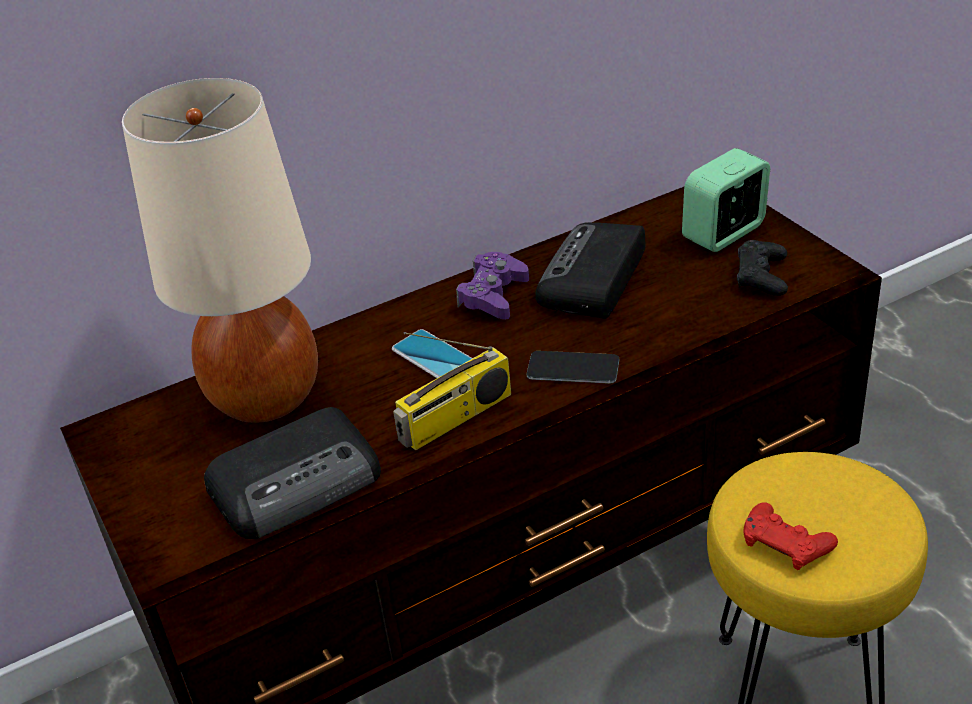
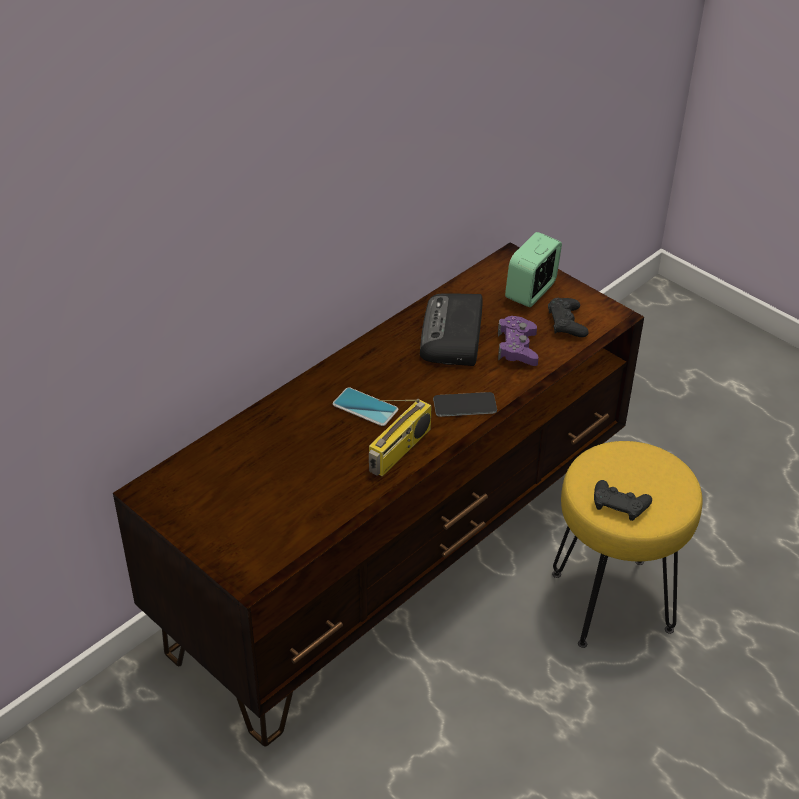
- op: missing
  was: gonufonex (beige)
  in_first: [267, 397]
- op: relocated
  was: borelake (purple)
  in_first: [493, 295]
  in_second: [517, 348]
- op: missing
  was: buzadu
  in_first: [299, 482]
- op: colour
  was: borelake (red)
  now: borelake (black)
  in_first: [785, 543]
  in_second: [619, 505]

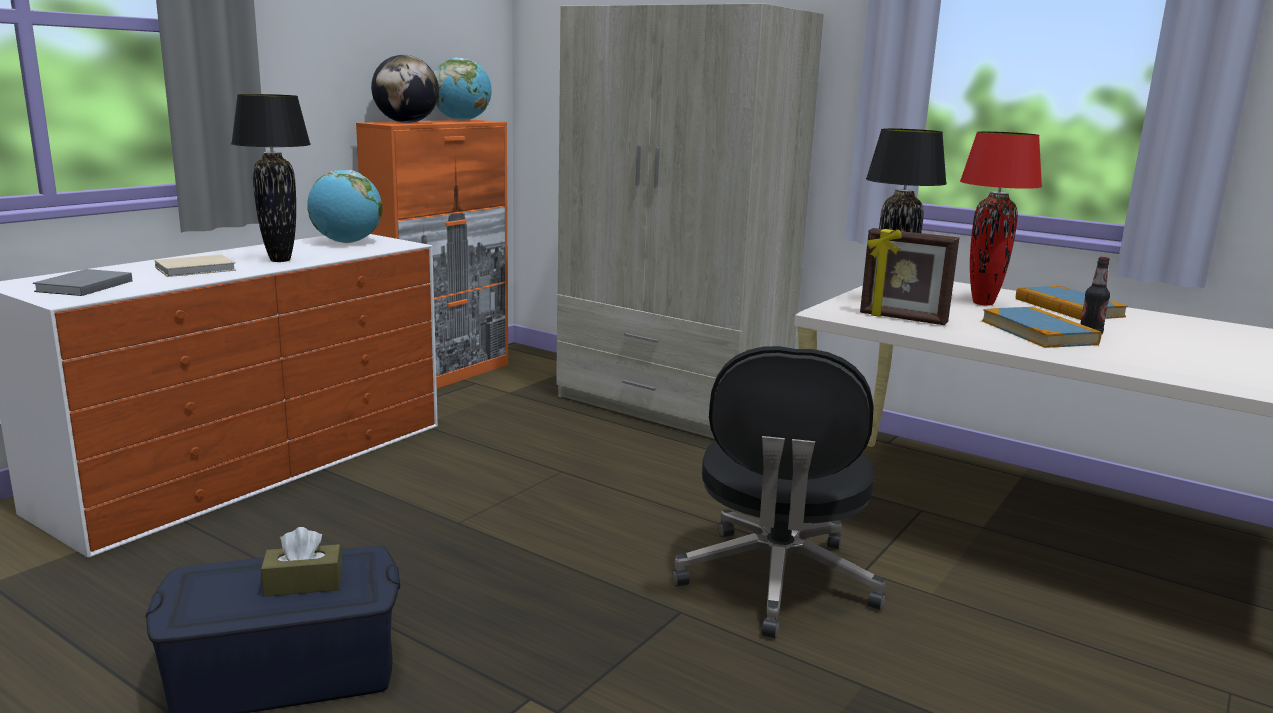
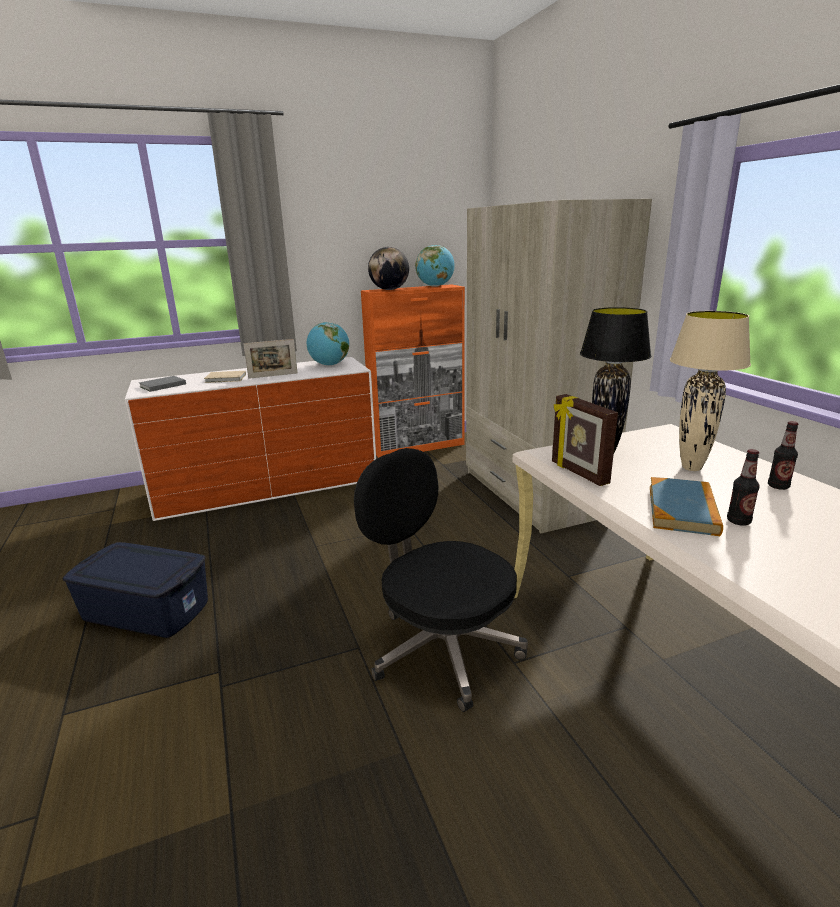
- op: exchanged
  was: gonufonex (black)
  now: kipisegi
  in_first: [280, 260]
  in_second: [273, 375]
- op: colour
  was: gonufonex (red)
  now: gonufonex (beige)
  in_first: [982, 303]
  in_second: [691, 468]
- op: exchanged
  was: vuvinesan
  now: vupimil
  in_first: [1068, 307]
  in_second: [778, 486]
- op: spun
  was: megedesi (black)
  in_first: [776, 582]
  in_second: [442, 648]
  clockwise: 90
- op: missing
  was: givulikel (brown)
  in_first: [303, 583]

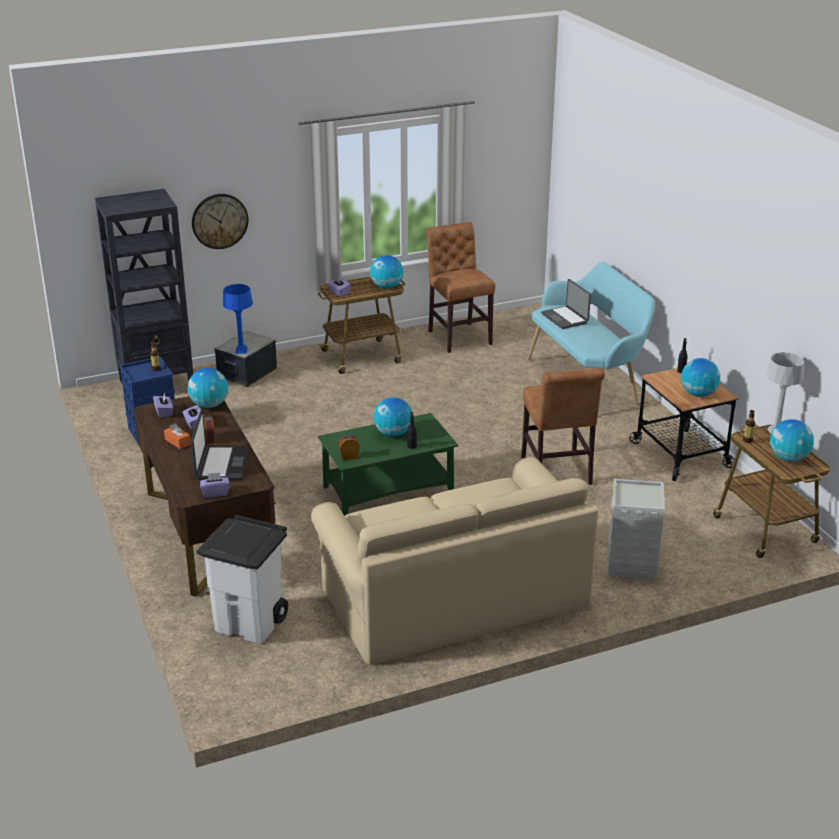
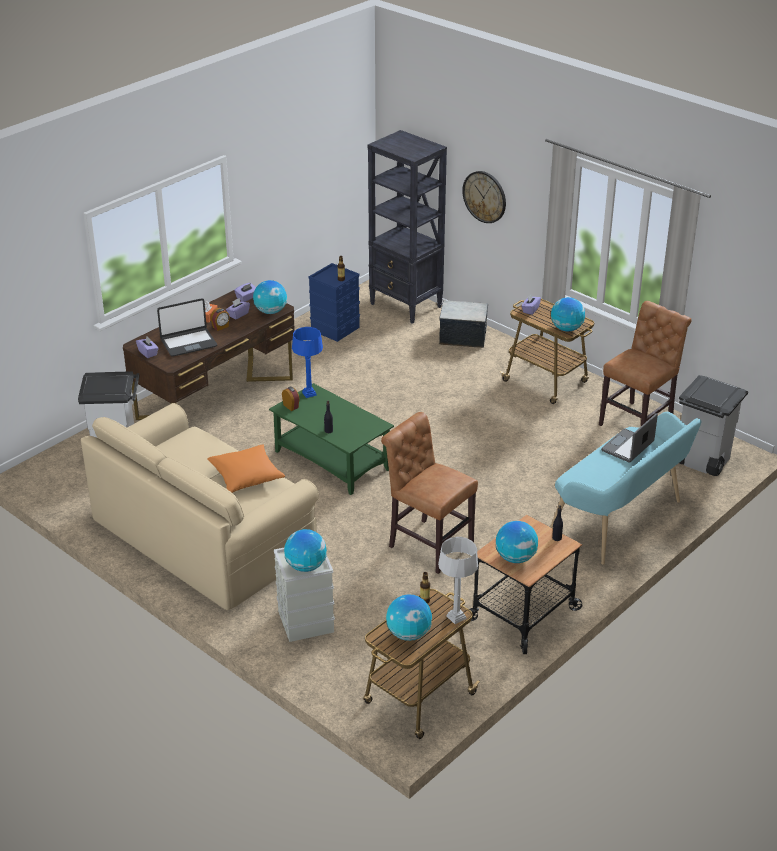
- op: relocated
  was: gonufonex (blue)
  in_first: [241, 351]
  in_second: [309, 393]
- op: spun
  was: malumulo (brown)
  in_first: [557, 473]
  in_second: [427, 544]
  clockwise: 75
- op: relocated
  was: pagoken
  in_first: [393, 433]
  in_second: [305, 566]
- op: appeared
  now: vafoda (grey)
  in_second: [701, 461]
- op: appeared
  now: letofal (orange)
  in_second: [246, 476]

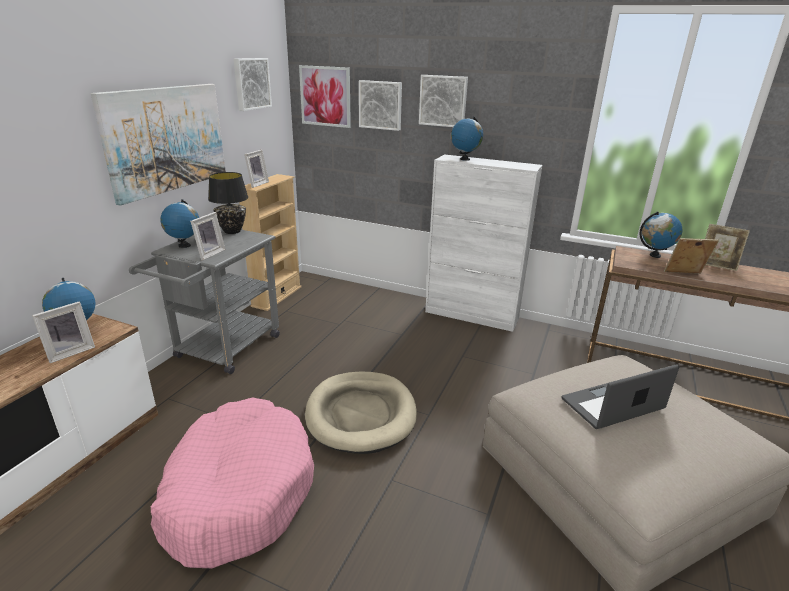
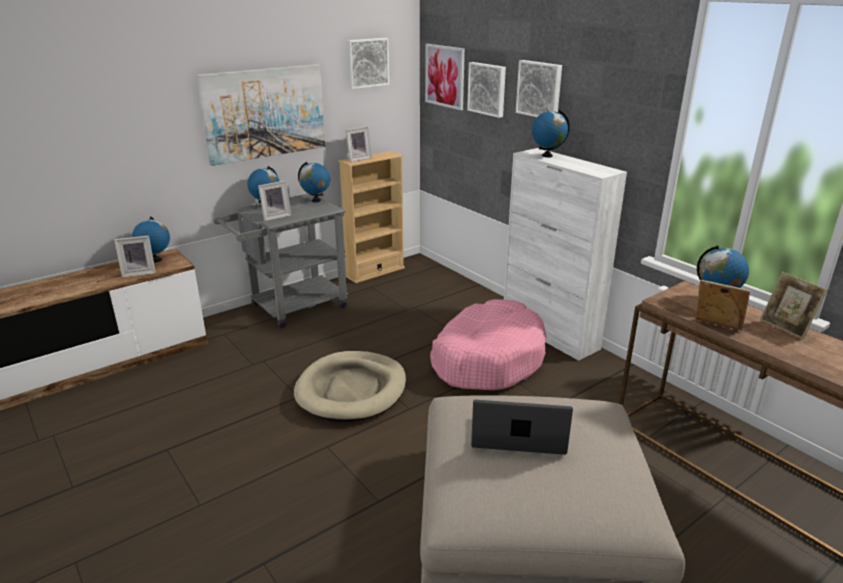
- op: exchanged
  was: gonufonex (black)
  now: pagoken
  in_first: [233, 231]
  in_second: [316, 200]
- op: relocated
  was: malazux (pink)
  in_first: [238, 491]
  in_second: [487, 359]

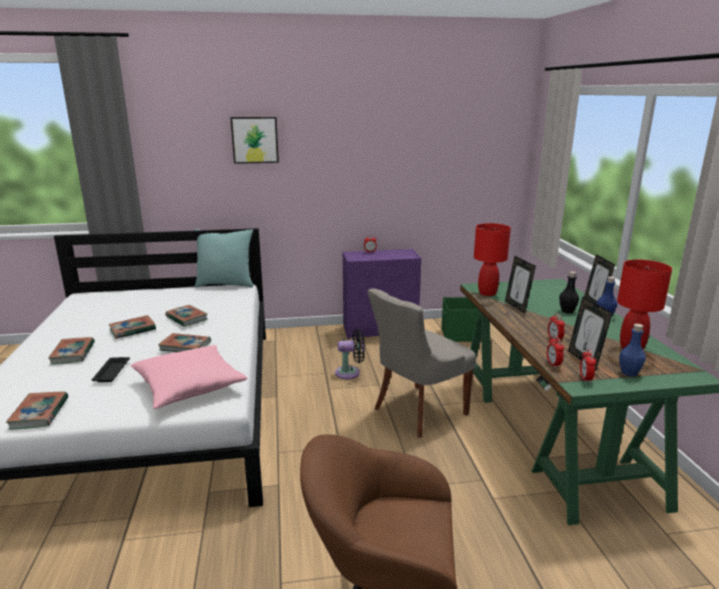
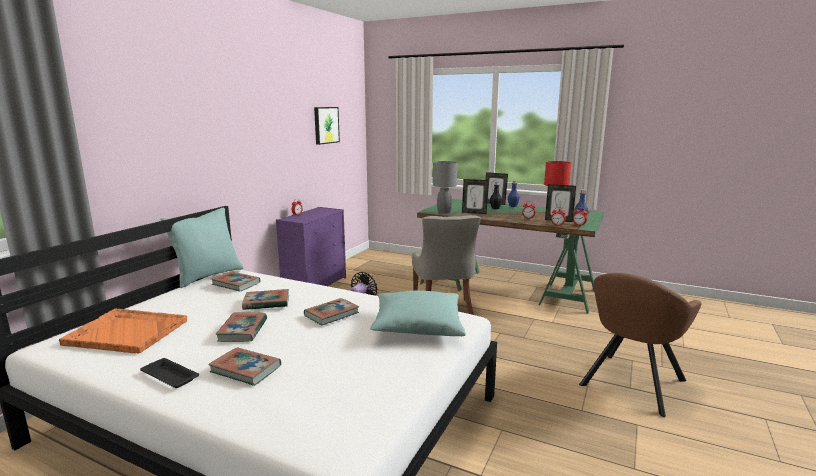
- op: relocated
  was: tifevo
  in_first: [255, 140]
  in_second: [325, 125]
- op: colour
  was: gonufonex (red)
  now: gonufonex (grey)
  in_first: [487, 293]
  in_second: [444, 212]
- op: missing
  was: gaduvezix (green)
  in_first: [458, 335]
- op: colour
  was: letofal (pink)
  now: letofal (turquoise)
  in_first: [189, 387]
  in_second: [417, 326]
- op: relocated
  was: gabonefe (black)
  in_first: [112, 372]
  in_second: [169, 376]
- op: relocated
  was: vuvinesan
  in_first: [39, 413]
  in_second: [236, 284]
- op: appeared
  now: gabonefe (orange)
  in_second: [126, 332]

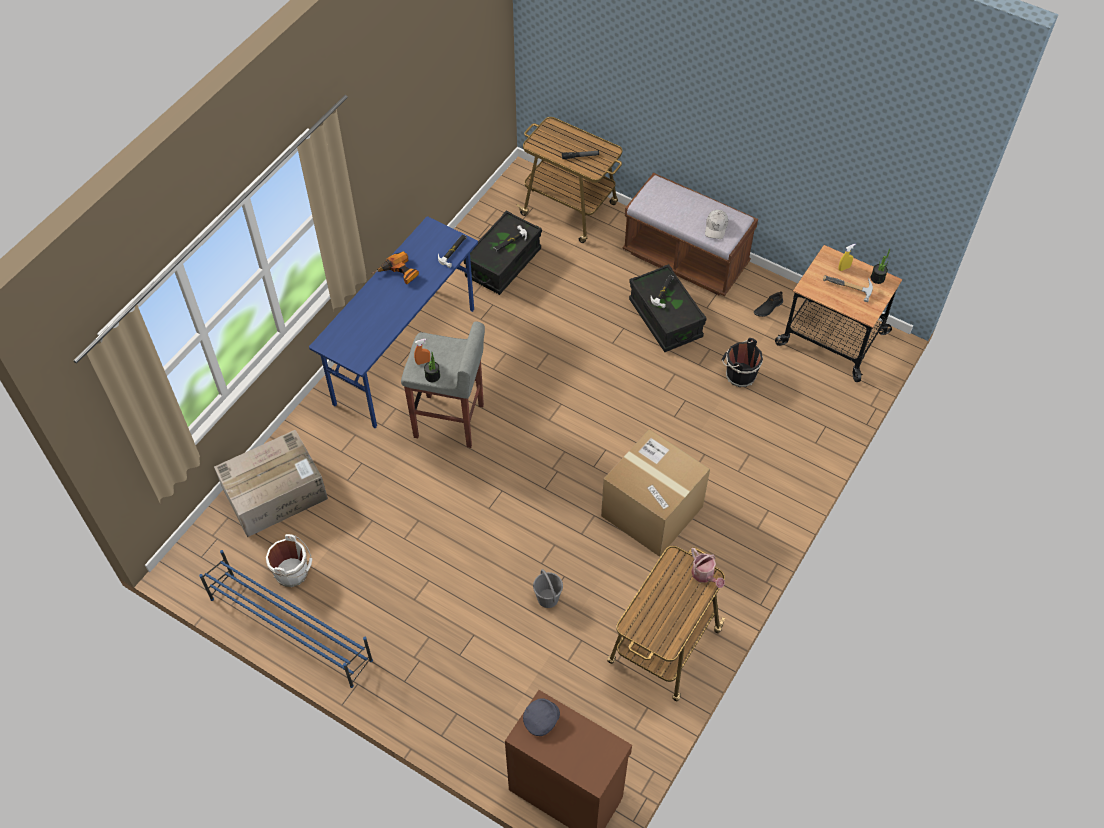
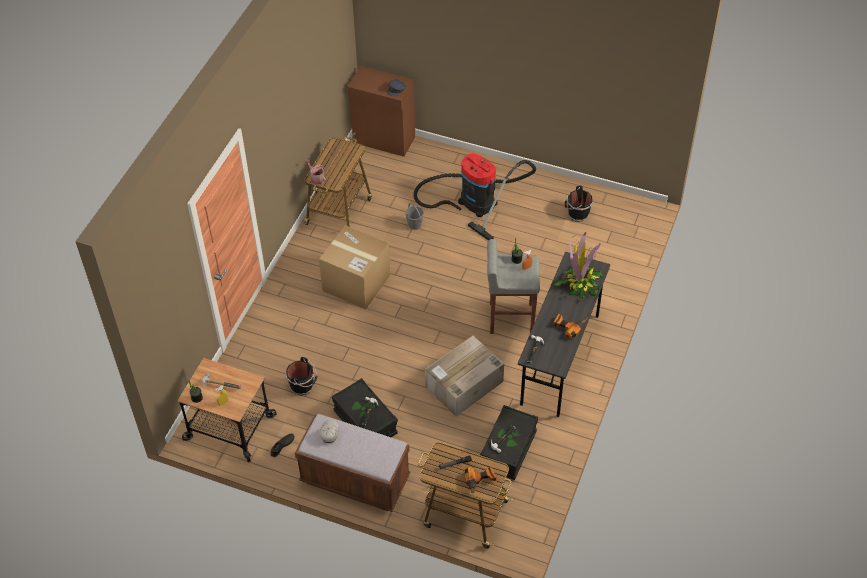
- op: colour
  was: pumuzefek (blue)
  now: pumuzefek (grey)
  in_first: [405, 356]
  in_second: [560, 360]
- op: relocated
  was: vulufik
  in_first: [276, 493]
  in_second: [463, 385]
- op: colour
  was: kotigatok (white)
  now: kotigatok (black)
  in_first: [293, 572]
  in_second: [577, 214]
- op: missing
  was: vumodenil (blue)
  in_first: [290, 628]
- op: appeared
  now: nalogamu
  in_second: [473, 201]
- op: appeared
  now: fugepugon
  in_second: [579, 284]
- op: appeared
  now: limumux
  in_second: [480, 482]

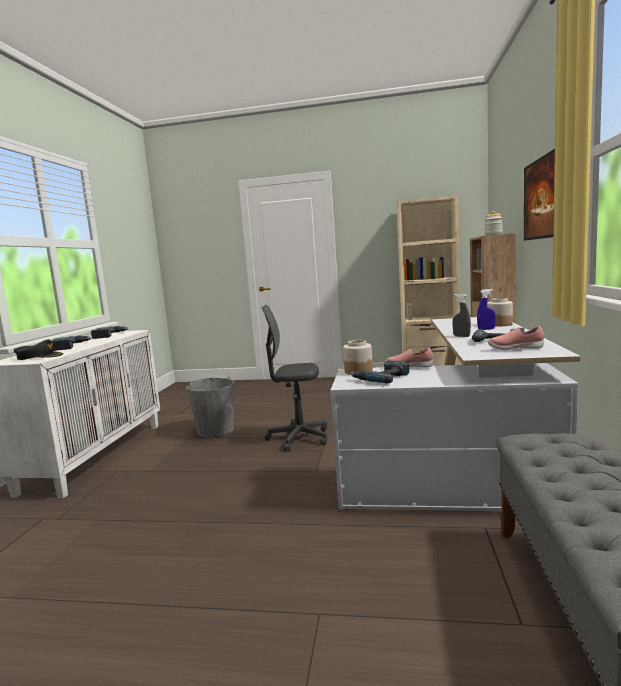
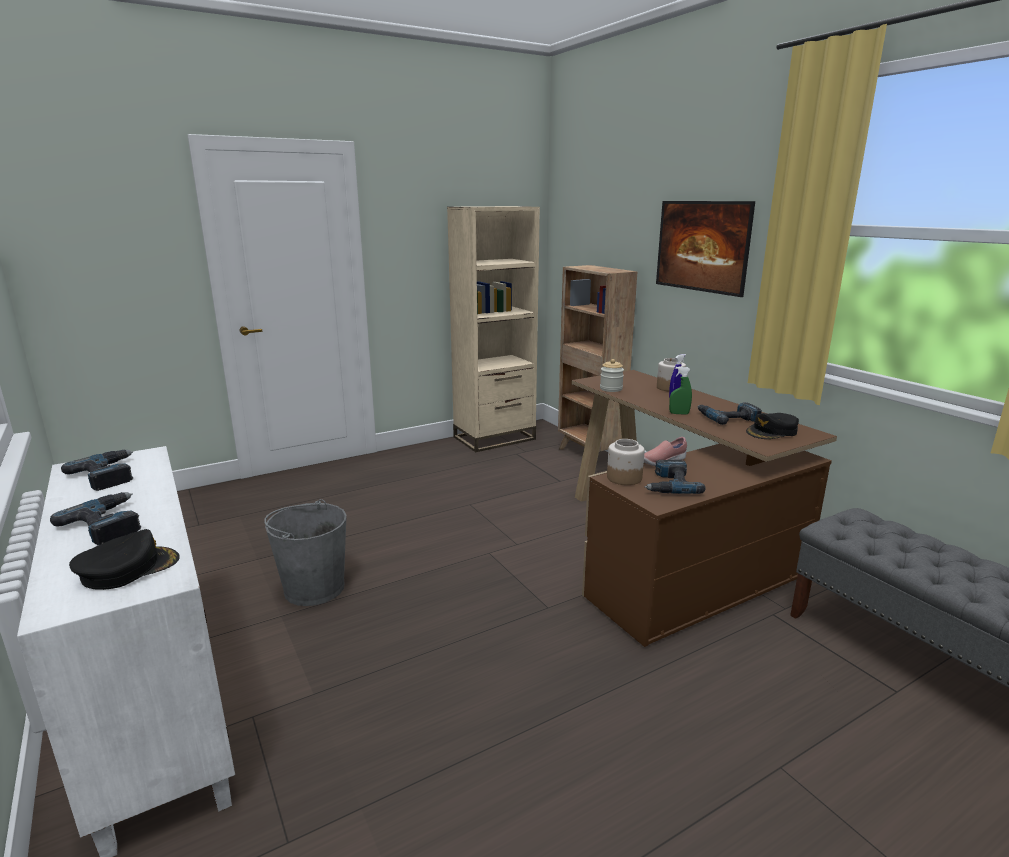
- op: relocated
  was: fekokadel
  in_first: [493, 234]
  in_second: [611, 389]
- op: colour
  was: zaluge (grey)
  now: zaluge (green)
  in_first: [461, 336]
  in_second: [679, 413]
- op: missing
  was: megedesi (grey)
  in_first: [299, 438]
- op: colour
  was: pumuzefek (white)
  now: pumuzefek (brown)
  in_first: [464, 463]
  in_second: [671, 548]
- op: exchanged
  was: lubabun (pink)
  now: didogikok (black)
  in_first: [515, 349]
  in_second: [772, 432]

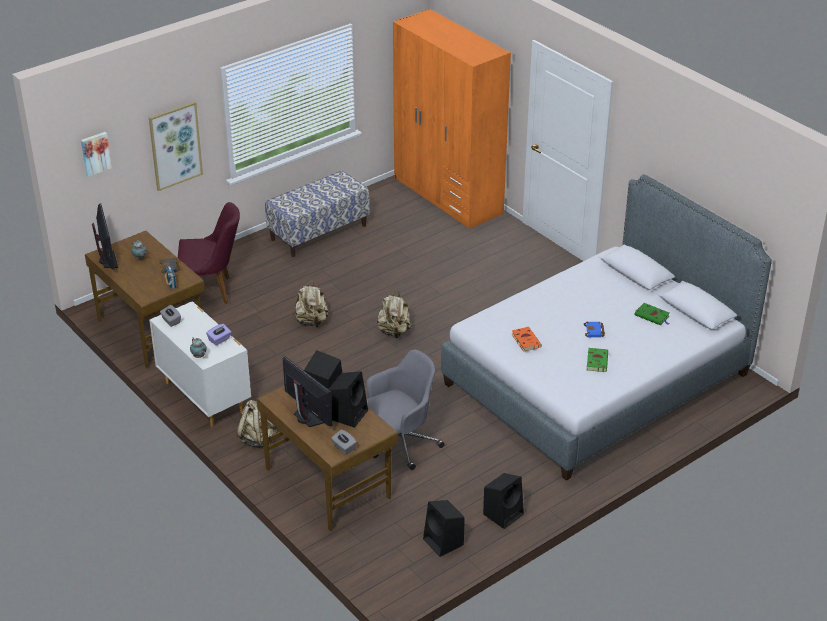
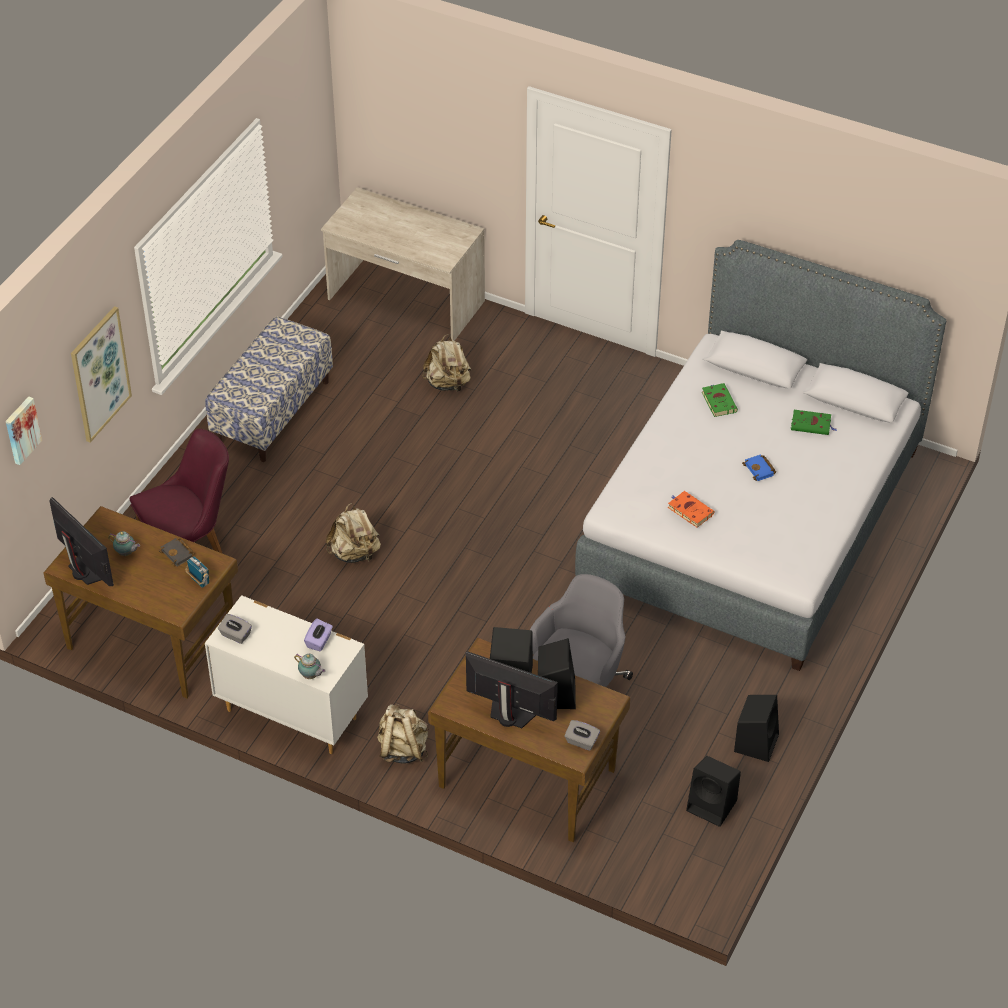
- op: exchanged
  was: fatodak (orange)
  now: pumuzefek (beige)
  in_first: [448, 196]
  in_second: [405, 301]
- op: relocated
  was: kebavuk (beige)
  in_first: [394, 332]
  in_second: [448, 383]
- op: relocated
  was: vuvinesan (green)
  in_first: [597, 361]
  in_second: [718, 401]

